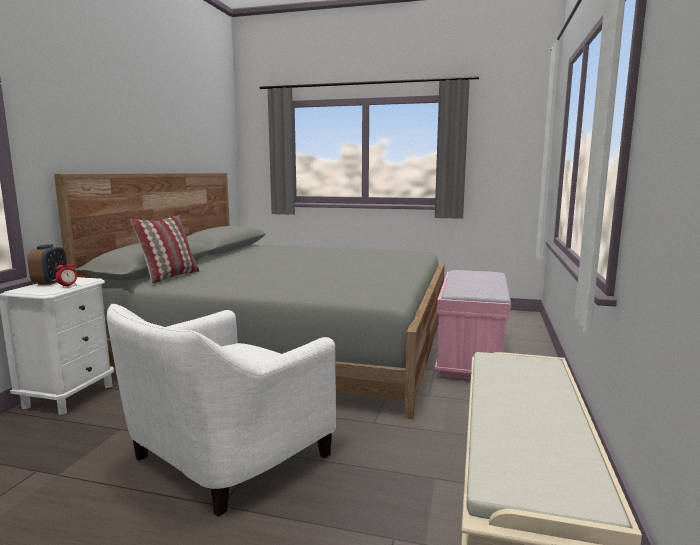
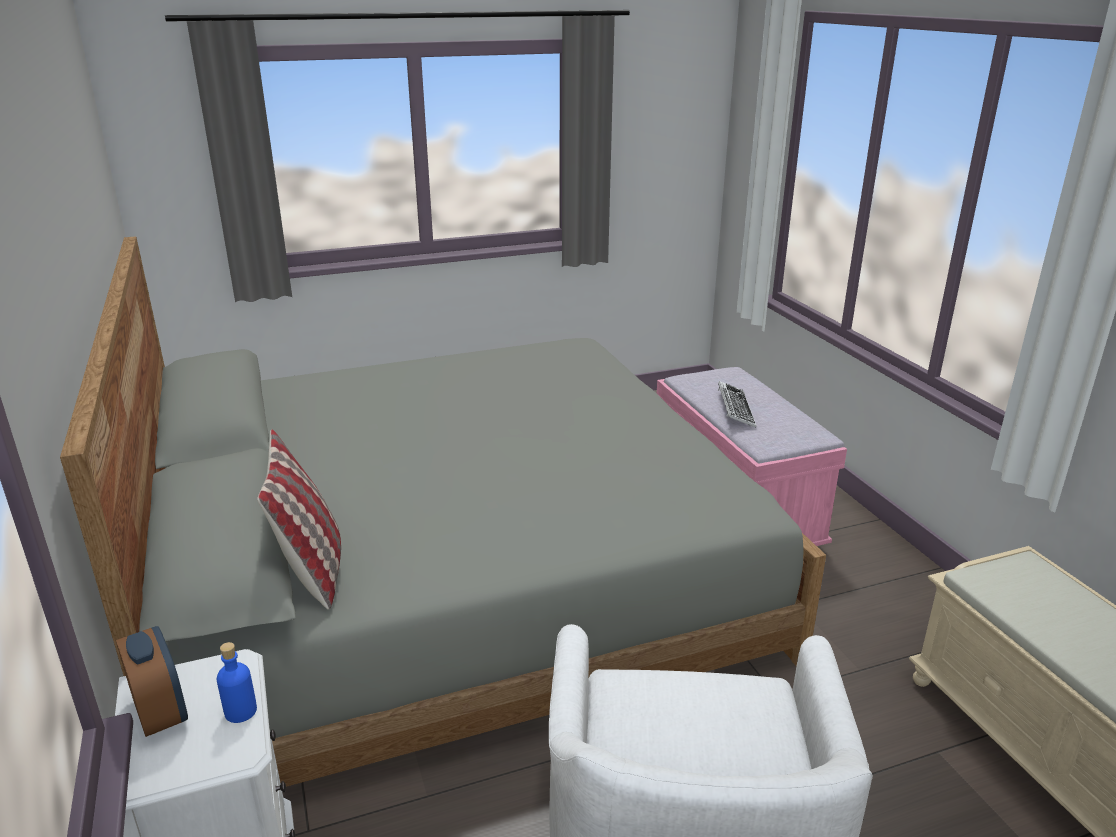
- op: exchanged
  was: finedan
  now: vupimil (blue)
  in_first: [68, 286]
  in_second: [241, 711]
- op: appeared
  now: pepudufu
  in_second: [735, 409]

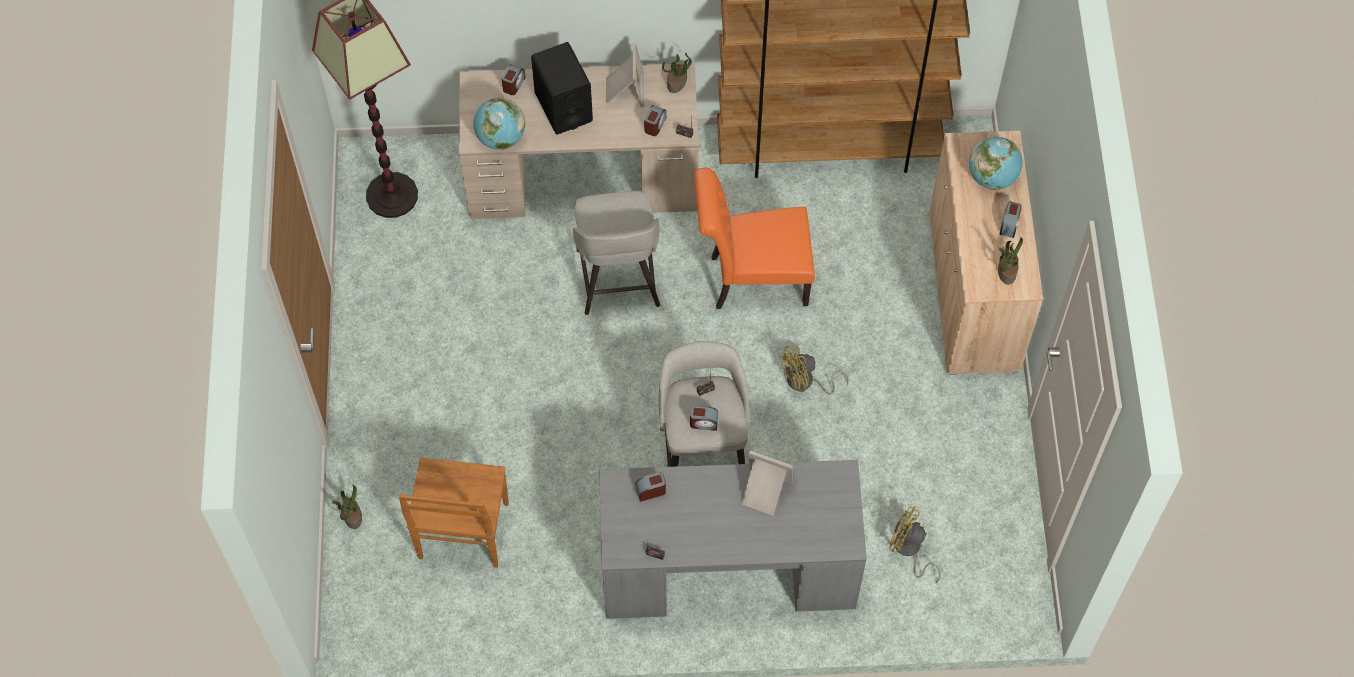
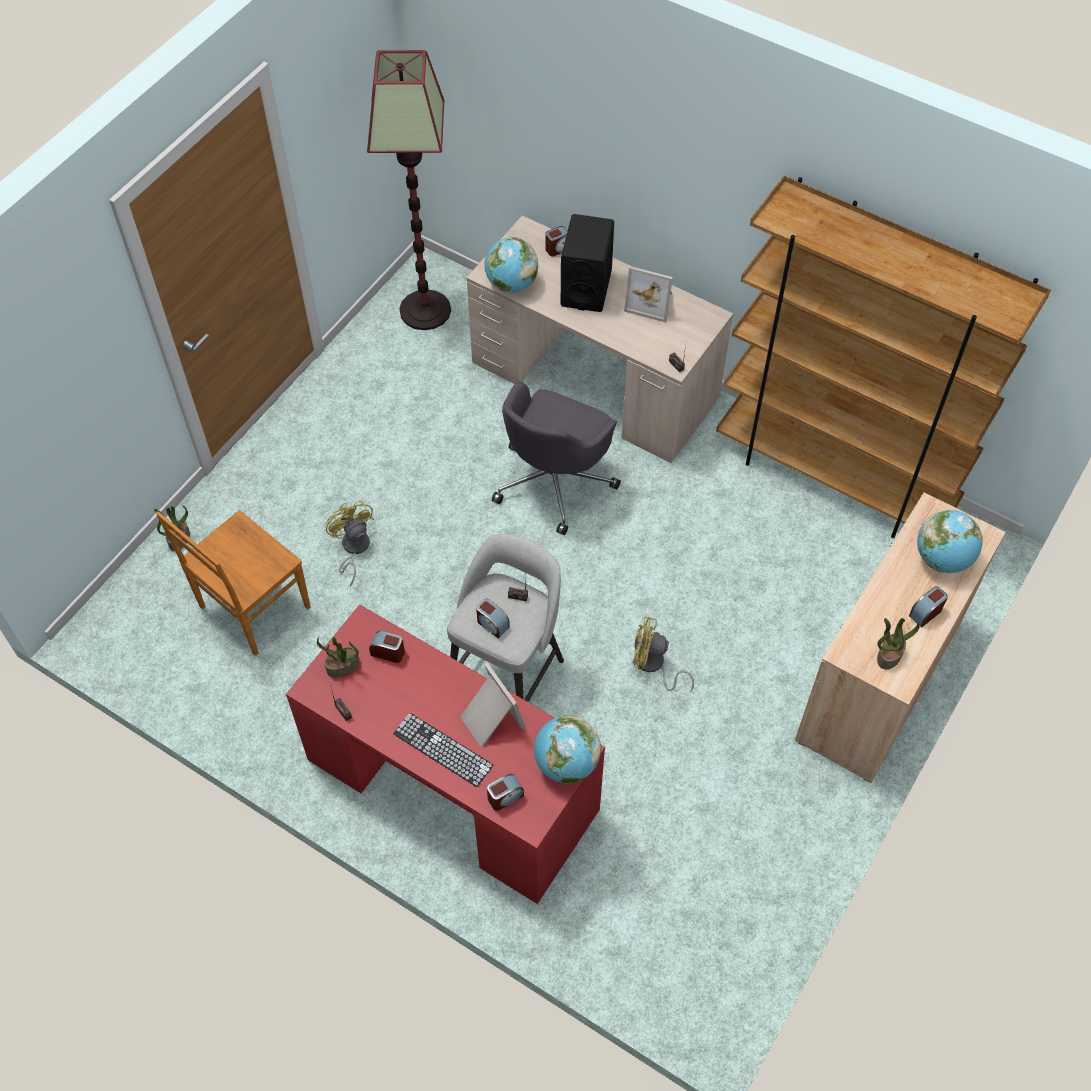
- op: spun
  was: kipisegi
  in_first: [624, 90]
  in_second: [651, 302]
  clockwise: 75
- op: relocated
  was: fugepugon
  in_first: [677, 82]
  in_second: [343, 667]
- op: relocated
  was: finedan
  in_first: [655, 125]
  in_second: [505, 797]
- op: missing
  was: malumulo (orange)
  in_first: [751, 280]
- op: exchanged
  was: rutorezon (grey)
  now: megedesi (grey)
  in_first: [618, 281]
  in_second: [555, 481]
- op: colour
  was: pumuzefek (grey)
  now: pumuzefek (red)
  in_first: [727, 564]
  in_second: [452, 783]
- op: relocated
  was: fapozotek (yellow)
  in_first: [909, 550]
  in_second: [353, 549]
- op: appeared
  now: pepudufu
  in_second: [442, 749]
- op: appeared
  now: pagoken
  in_second: [566, 763]

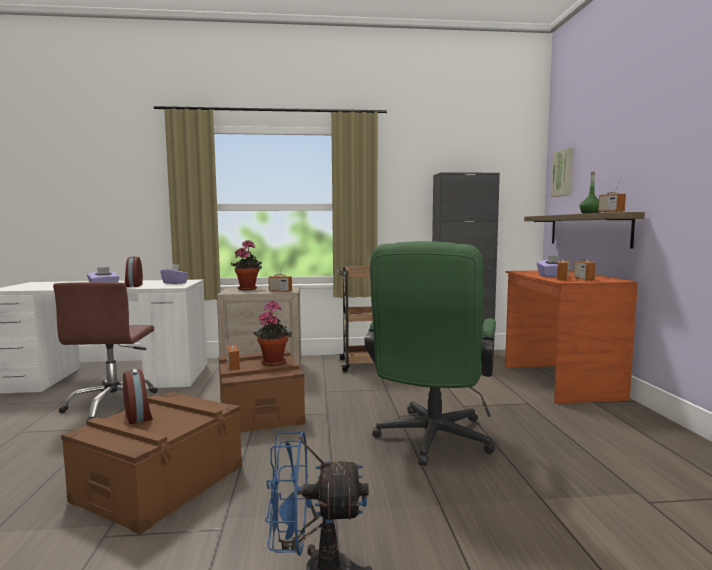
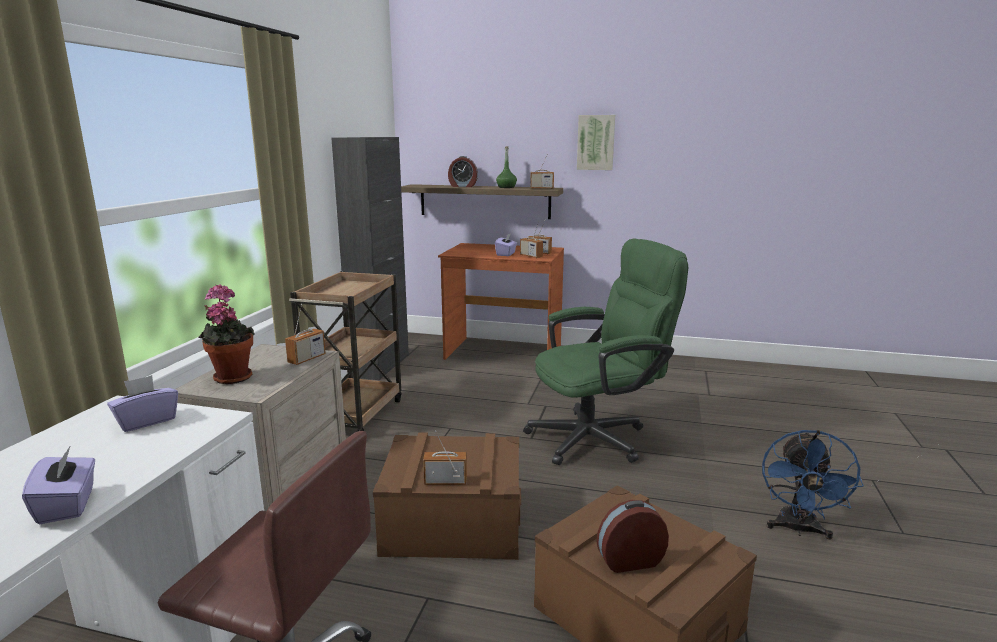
- op: relocated
  was: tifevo
  in_first: [563, 173]
  in_second: [596, 142]
- op: spun
  was: megedesi (green)
  in_first: [431, 442]
  in_second: [598, 437]
  clockwise: -60
- op: relocated
  was: finedan
  in_first: [133, 285]
  in_second: [462, 186]
- op: missing
  was: fugepugon
  in_first: [273, 362]

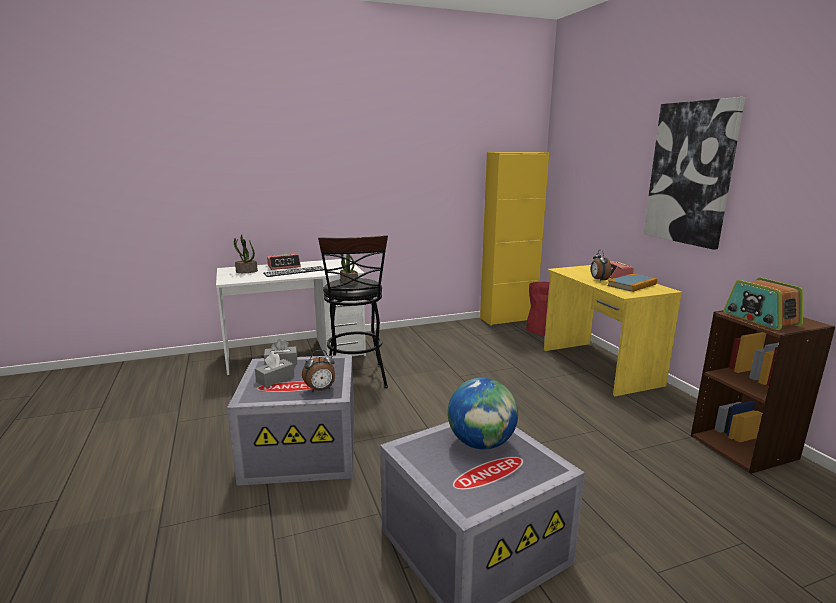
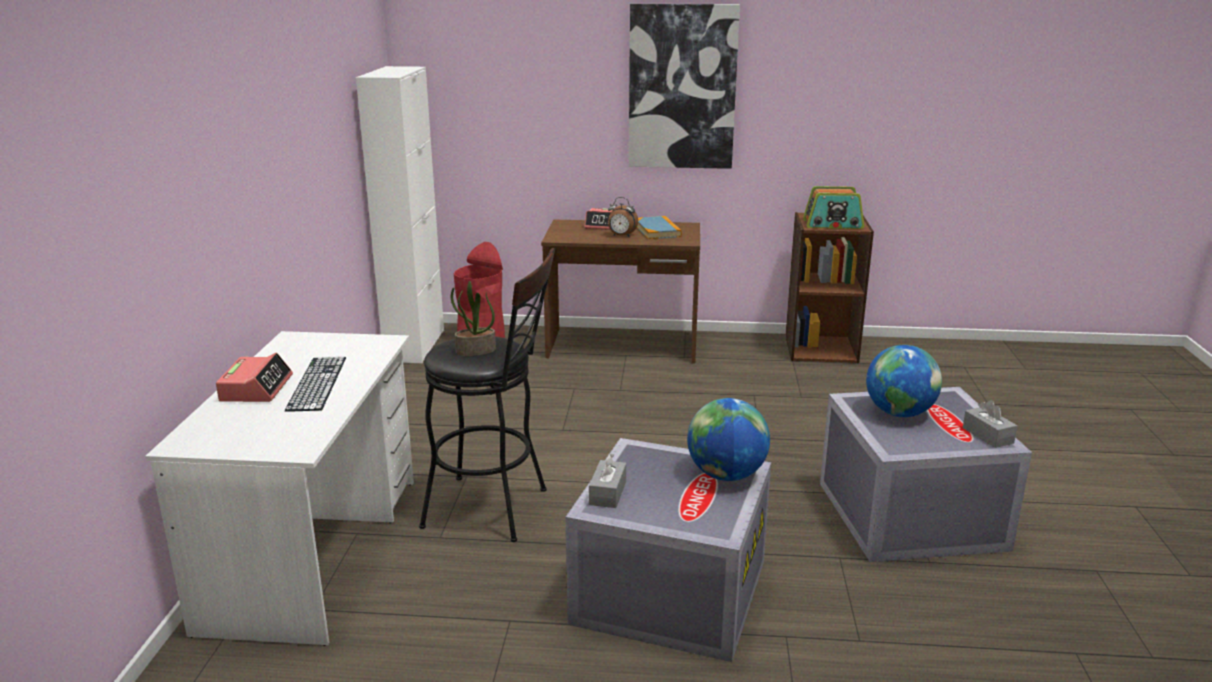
- op: colour
  was: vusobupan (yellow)
  now: vusobupan (white)
  in_first: [508, 318]
  in_second: [415, 345]
- op: missing
  was: fugepugon
  in_first: [246, 271]
- op: colour
  was: pumuzefek (yellow)
  now: pumuzefek (brown)
  in_first: [599, 367]
  in_second: [623, 346]
- op: exchanged
  was: finedan
  now: pagoken
  in_first: [320, 390]
  in_second: [726, 475]
- op: relocated
  was: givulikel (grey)
  in_first: [275, 379]
  in_second: [987, 435]

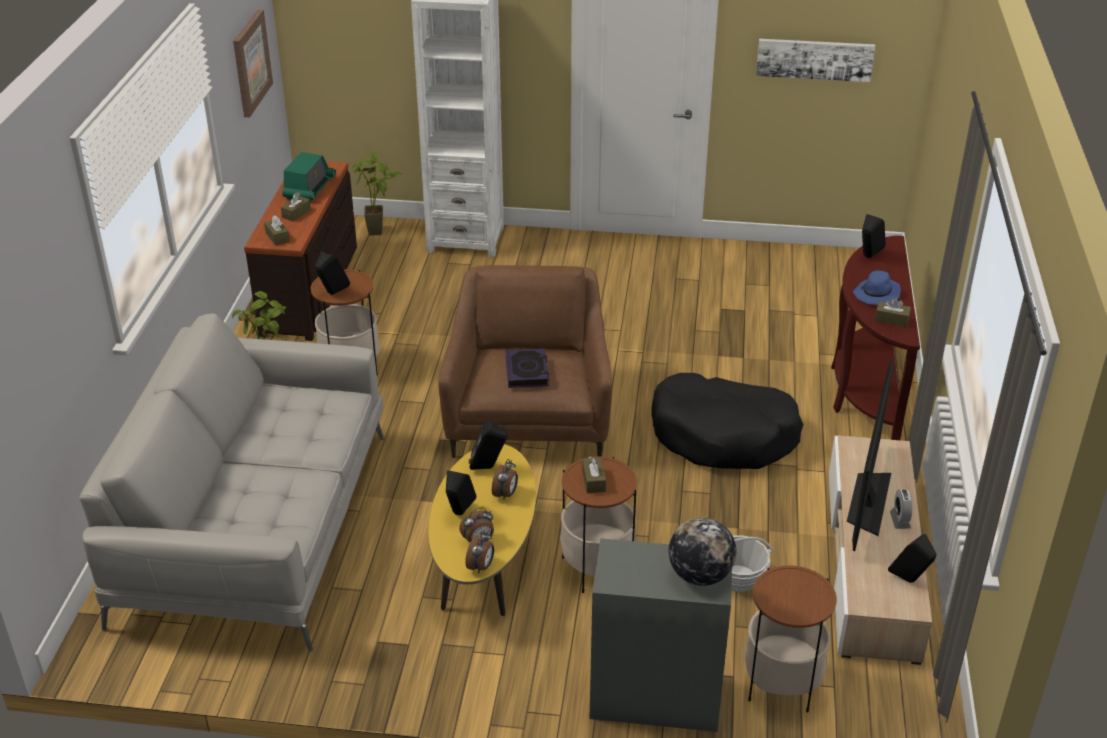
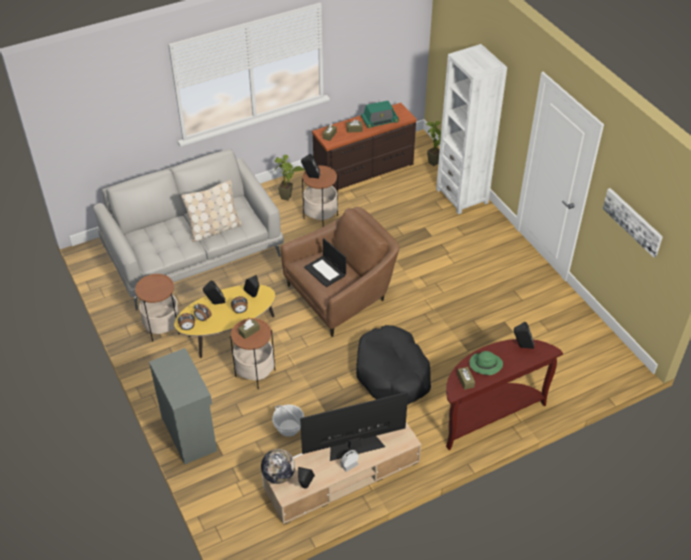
- op: missing
  was: tifevo
  in_first: [250, 62]
- op: colour
  was: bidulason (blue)
  now: bidulason (green)
  in_first: [876, 295]
  in_second: [485, 365]
- op: exchanged
  was: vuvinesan
  now: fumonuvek
  in_first: [527, 372]
  in_second: [325, 271]
- op: relocated
  was: pagoken
  in_first: [700, 575]
  in_second: [278, 475]
- op: relocated
  was: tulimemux
  in_first: [781, 684]
  in_second: [162, 328]
- op: appeared
  now: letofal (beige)
  in_second: [214, 229]

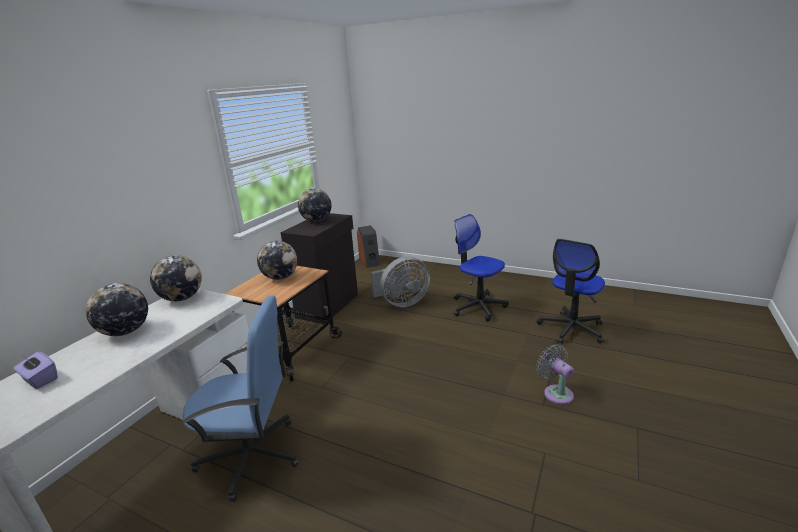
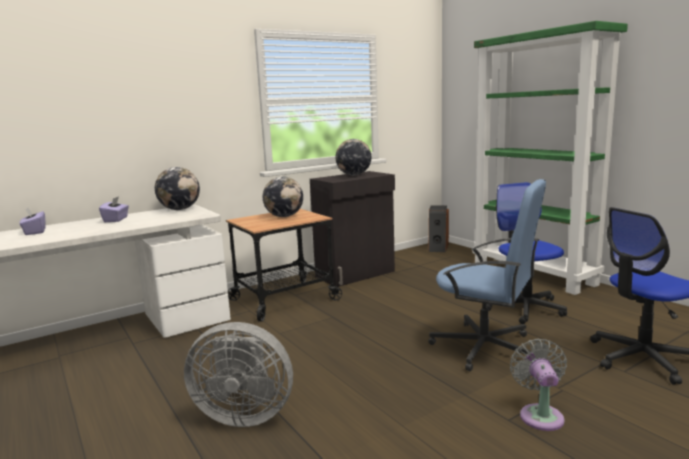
- op: relocated
  was: fapozotek (grey)
  in_first: [402, 302]
  in_second: [243, 414]
- op: exchanged
  was: pagoken
  now: givulikel (purple)
  in_first: [125, 332]
  in_second: [116, 219]
- op: relocated
  was: megedesi (blue)
  in_first: [252, 456]
  in_second: [485, 348]
- op: appeared
  now: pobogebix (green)
  in_second: [534, 274]

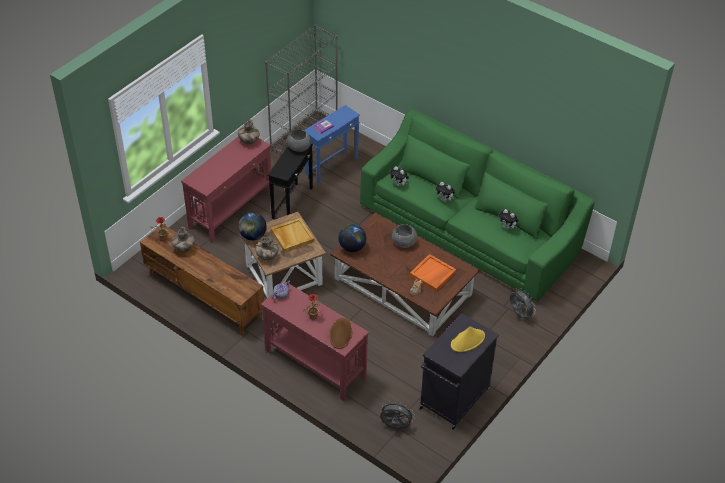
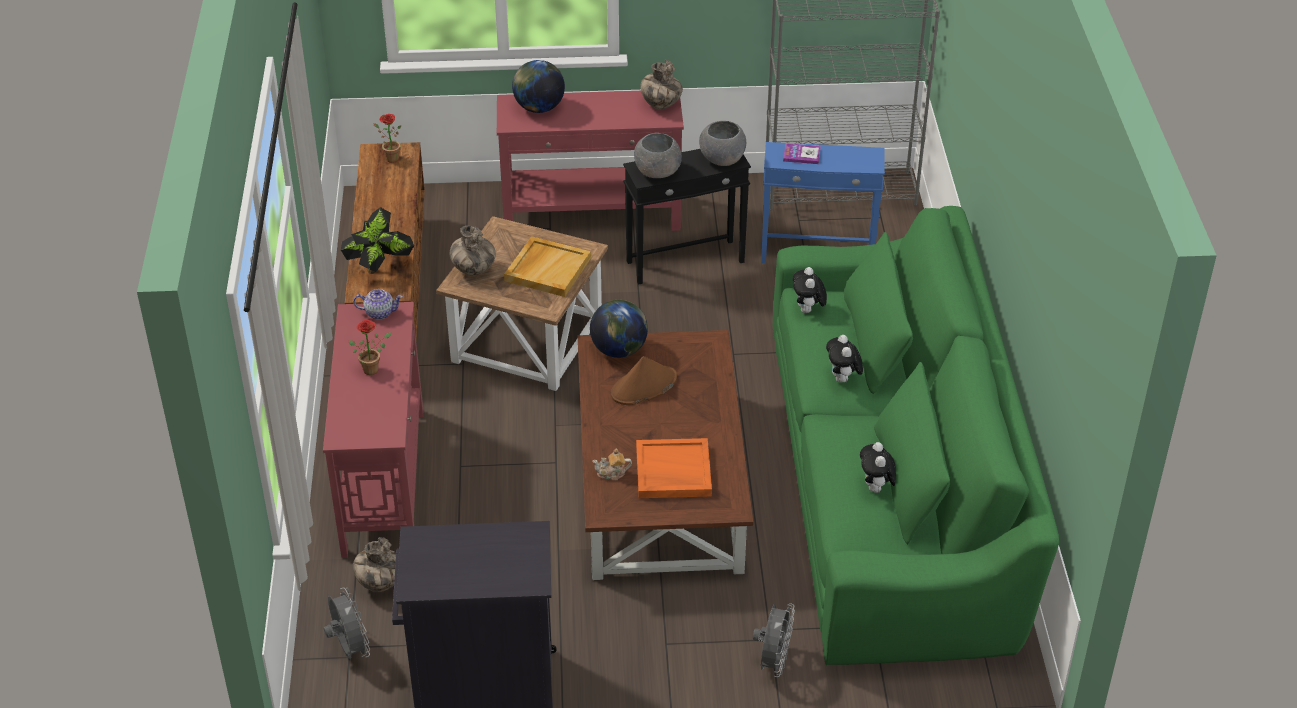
- op: relocated
  was: pagoken
  in_first: [252, 236]
  in_second: [539, 108]
- op: relocated
  was: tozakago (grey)
  in_first: [404, 243]
  in_second: [657, 172]
- op: relocated
  was: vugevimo
  in_first: [183, 249]
  in_second: [380, 584]
- op: relocated
  was: bidulason (brown)
  in_first: [341, 334]
  in_second: [644, 386]
- op: missing
  was: bidulason (yellow)
  in_first: [467, 341]
- op: appeared
  now: fugepugon
  in_second: [380, 268]

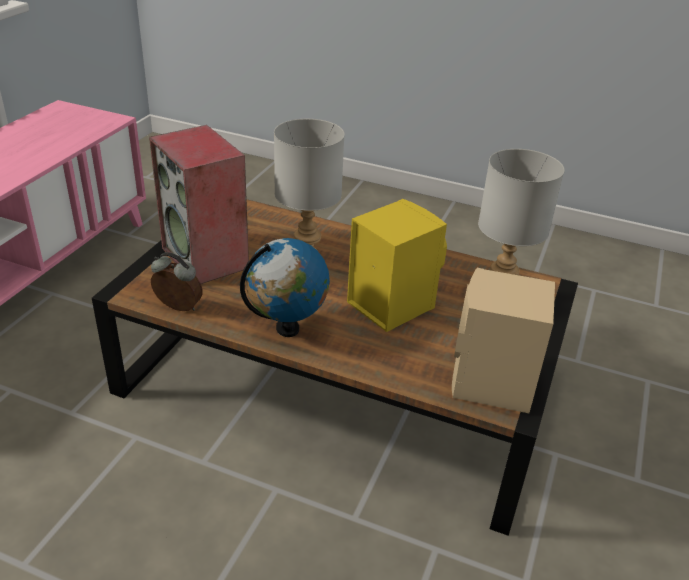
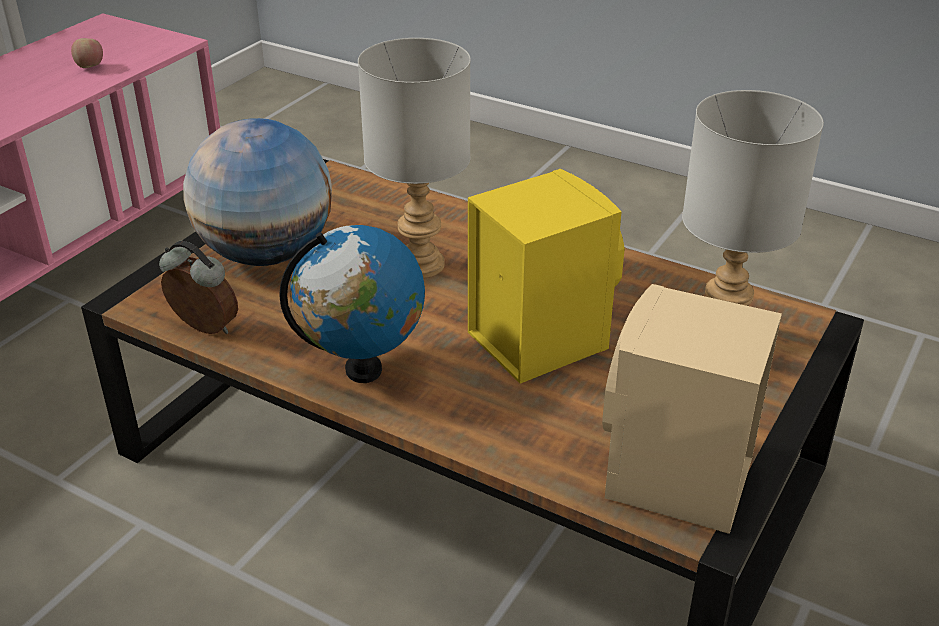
- op: exchanged
  was: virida
  now: pagoken
  in_first: [206, 258]
  in_second: [267, 254]
- op: appeared
  now: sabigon
  in_second: [90, 67]

